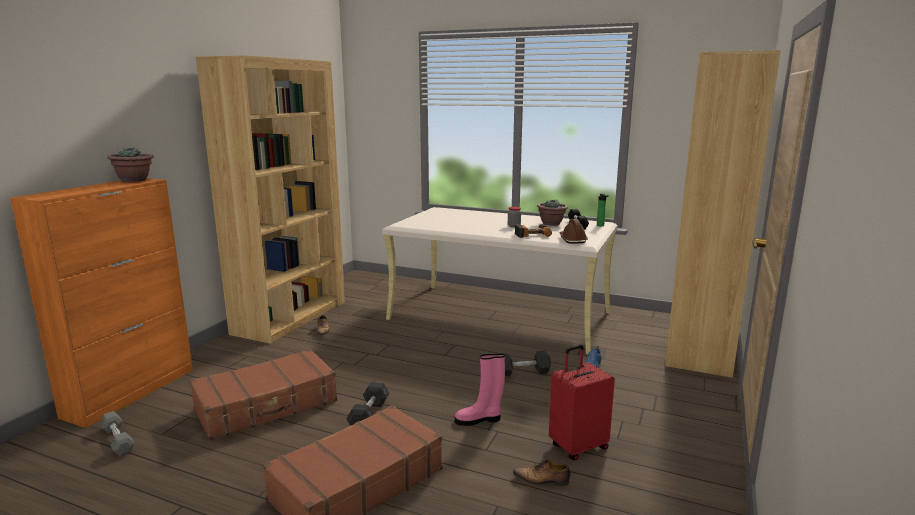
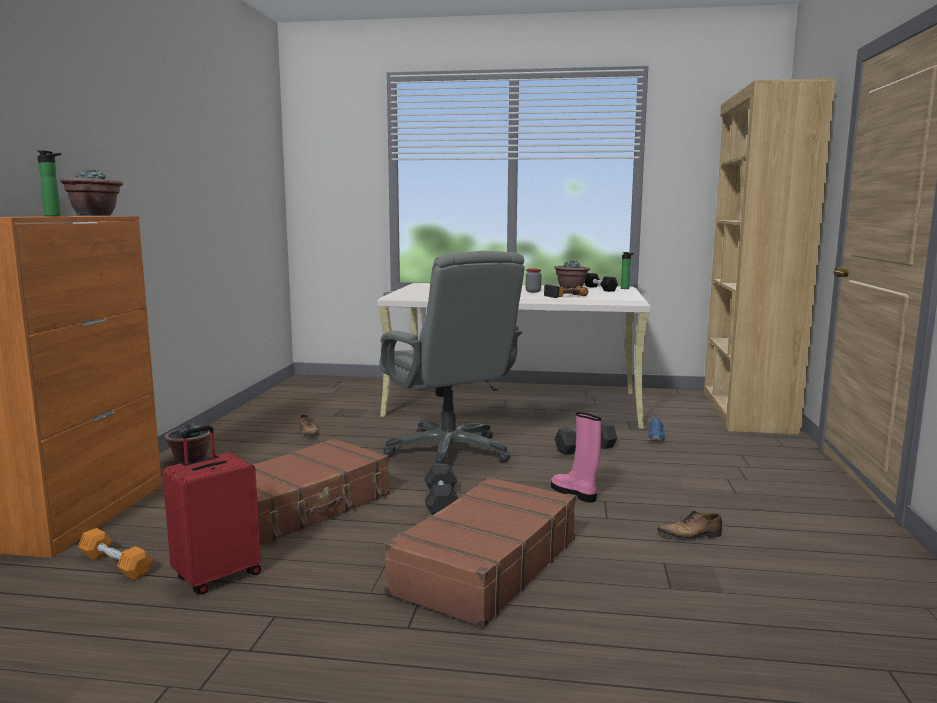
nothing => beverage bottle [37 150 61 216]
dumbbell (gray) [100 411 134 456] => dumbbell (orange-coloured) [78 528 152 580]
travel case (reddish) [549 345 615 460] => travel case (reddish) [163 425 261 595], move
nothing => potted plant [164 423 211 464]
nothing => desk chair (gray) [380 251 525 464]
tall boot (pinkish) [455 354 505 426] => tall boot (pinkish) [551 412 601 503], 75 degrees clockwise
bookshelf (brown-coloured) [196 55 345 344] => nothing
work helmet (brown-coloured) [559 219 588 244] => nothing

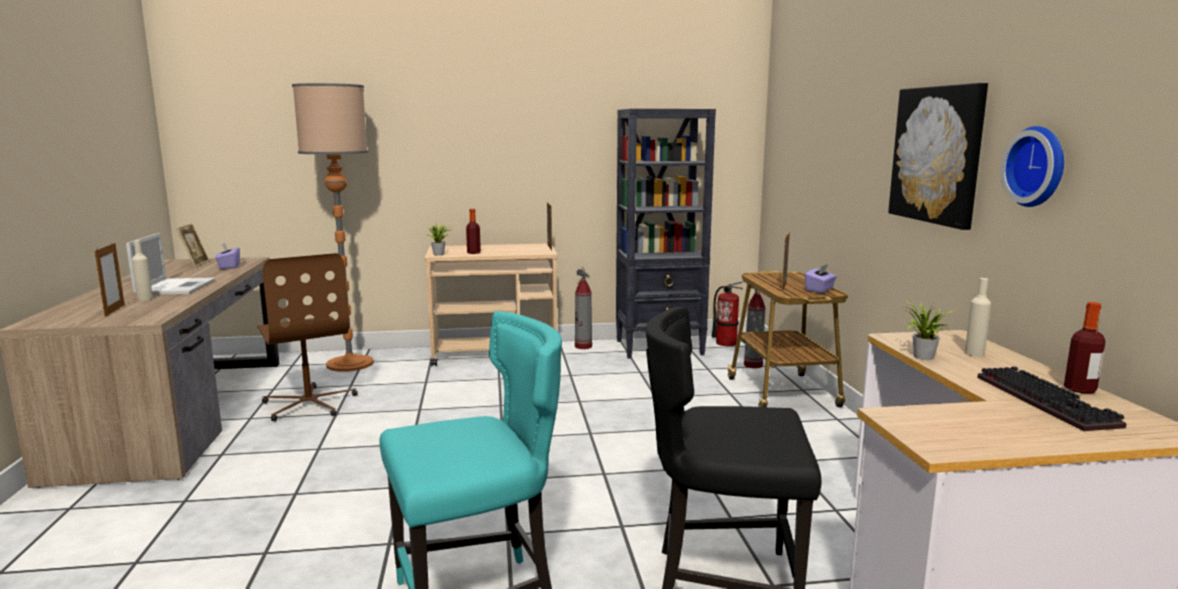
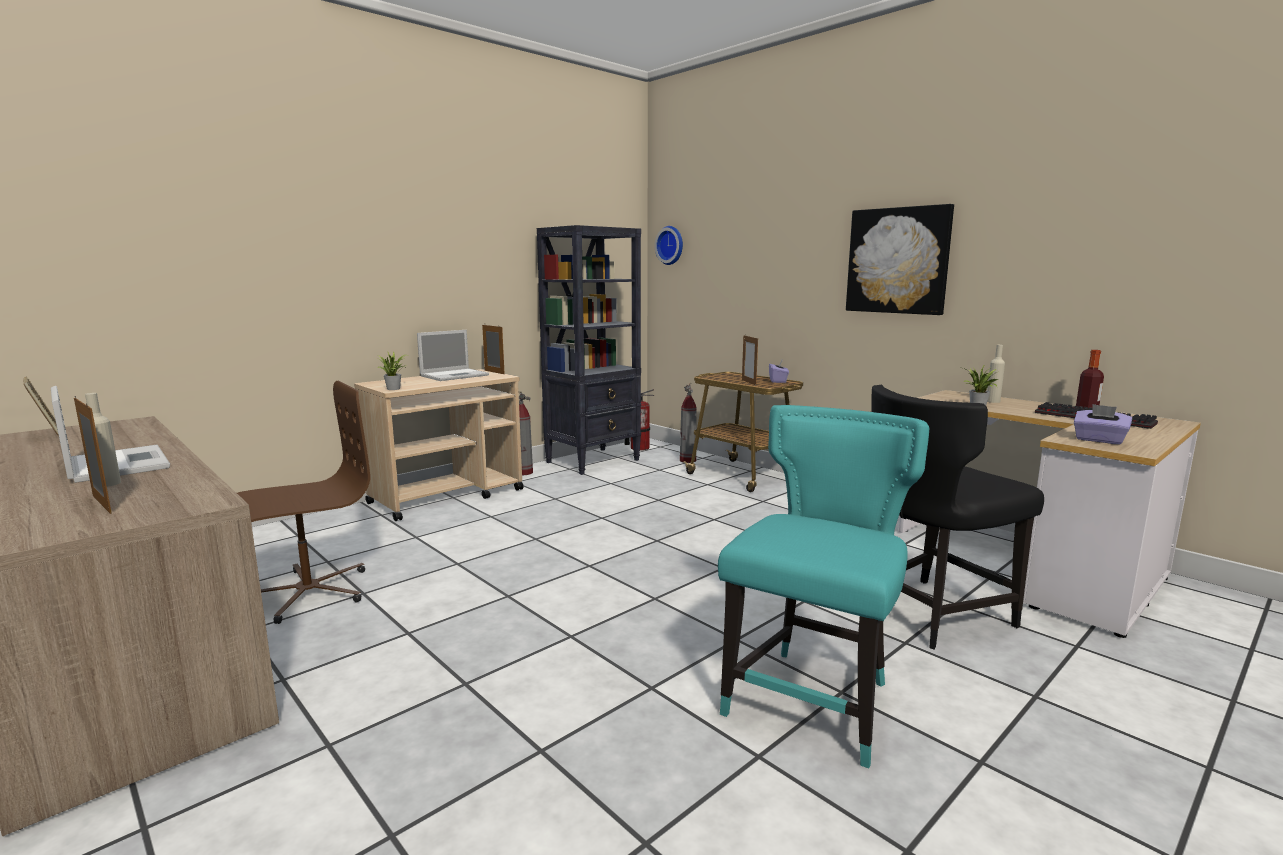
desk chair (brown-coloured) [257 253 358 421] => desk chair (brown-coloured) [237 381 370 624], 60 degrees counterclockwise
nothing => notebook computer [417 330 489 381]
wall clock [1000 126 1064 207] => wall clock [655 226 683 265], move
tissue holder (purple) [215 242 240 269] => tissue holder (purple) [1074 404 1132 445], move
floor lamp [292 83 374 372] => nothing
beverage bottle [466 209 481 254] => nothing

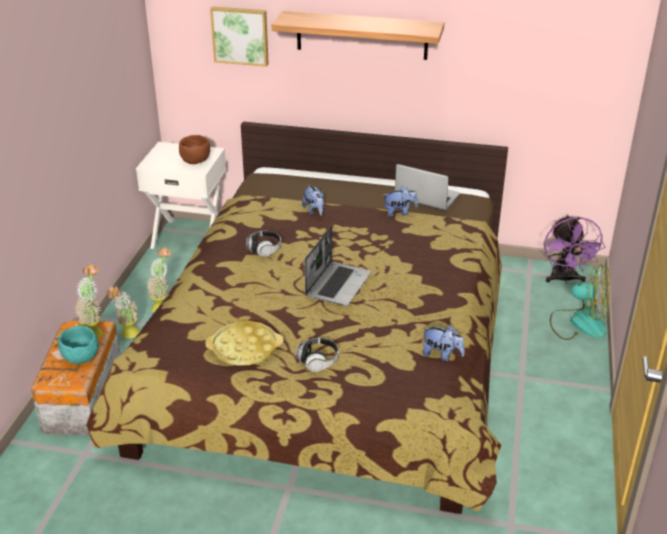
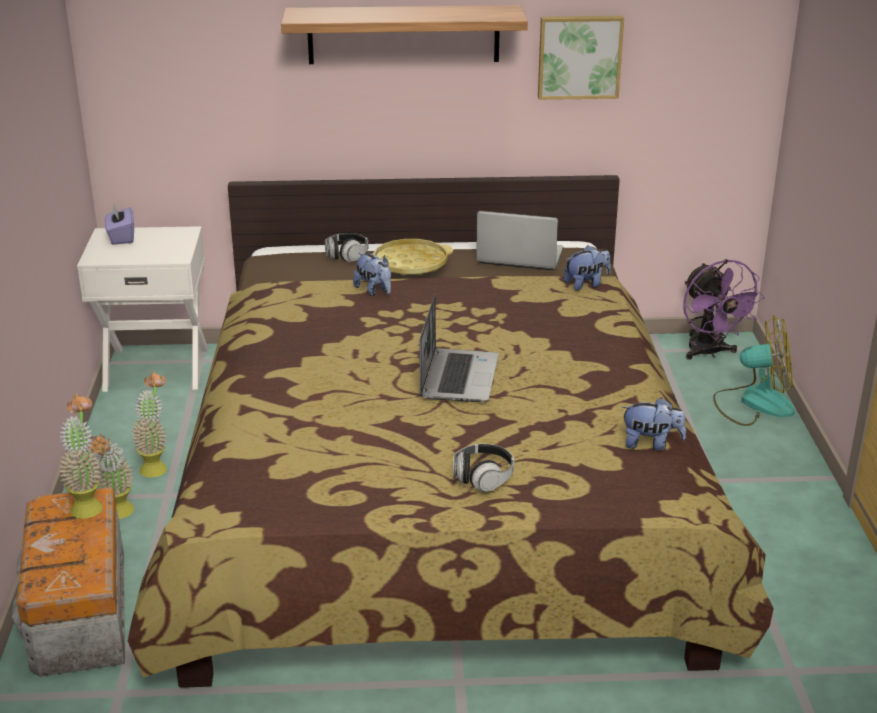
nothing => tissue holder (purple) [105 203 134 245]
headphones [246 231 281 257] => headphones [325 233 368 262], move
serving tray (yellow-coloured) [205 321 284 366] => serving tray (yellow-coloured) [373 239 453 275], move
wall picture [210 6 269 67] => wall picture [538 16 624 100], move
plush toy [384 186 418 217] => plush toy [564 245 611 291], move
deep dish (blue-green) [58 326 99 364] => nothing
deep dish (brown-coloured) [179 135 210 164] => nothing

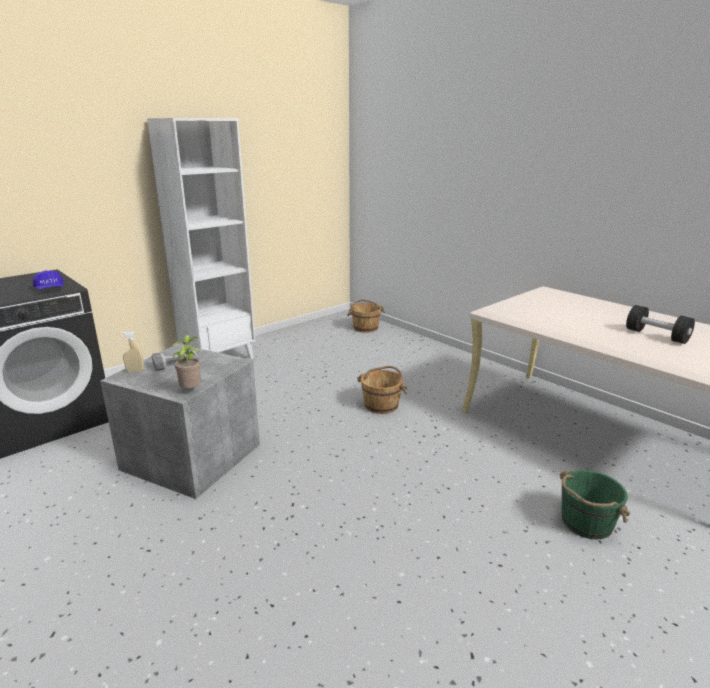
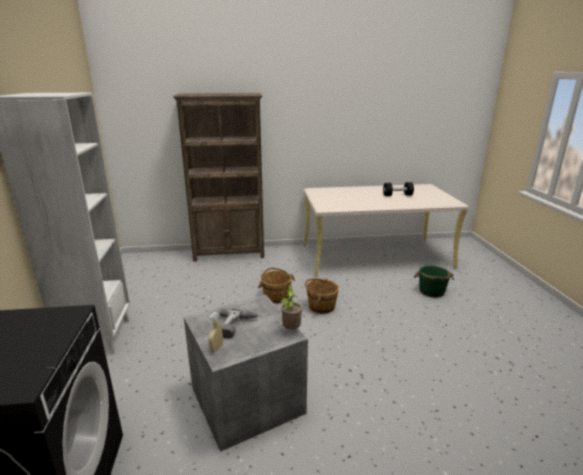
nothing => bookshelf (brown-coloured) [173 93 264 262]
pail (brown-coloured) [347 299 385 333] => pail (brown-coloured) [305 278 339 314], move
baseball cap (blue-coloured) [33 270 64 290] => nothing

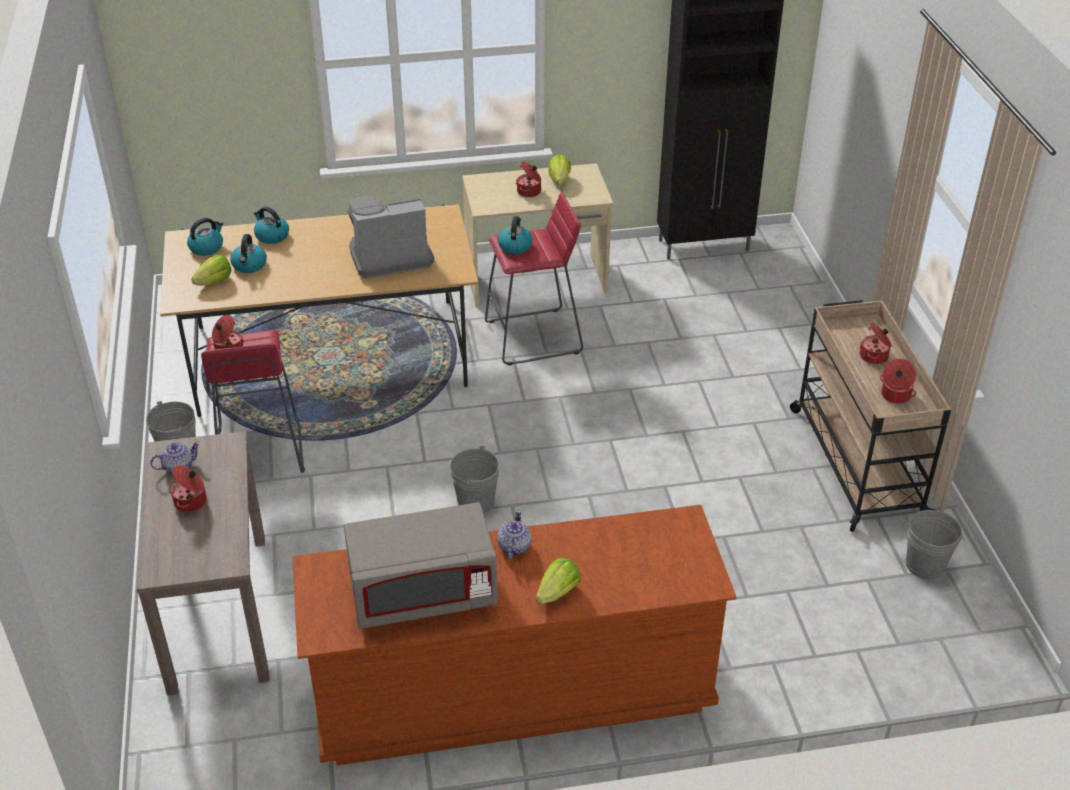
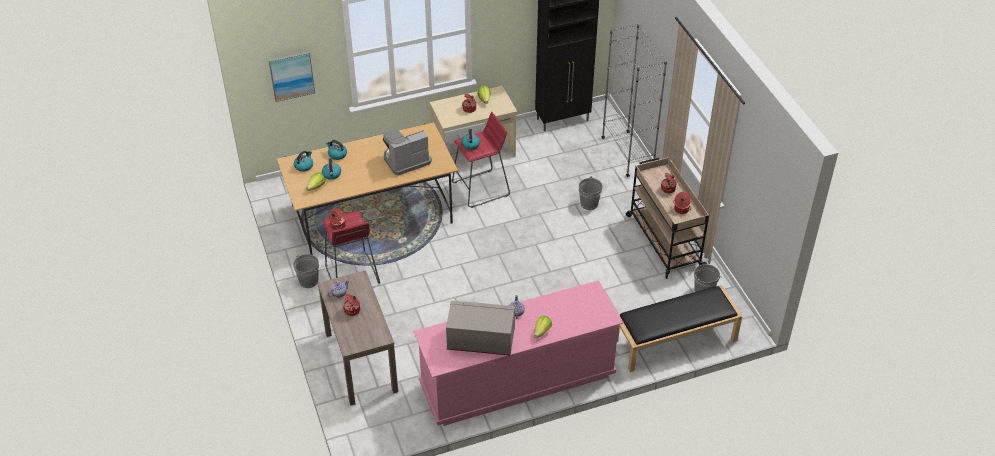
nothing => wall picture [269 51 315 102]
dresser (brown-coloured) [292 505 737 766] => dresser (pinkish) [413 280 623 426]
microwave oven (gray) [344 502 498 629] => microwave oven (gray) [446 301 515 355], 150 degrees counterclockwise
pail (gray) [450 446 500 513] => pail (gray) [579 176 603 210], move
nothing => bookshelf (gray) [602 23 667 177]
nothing => long seat (black) [617 285 742 372]

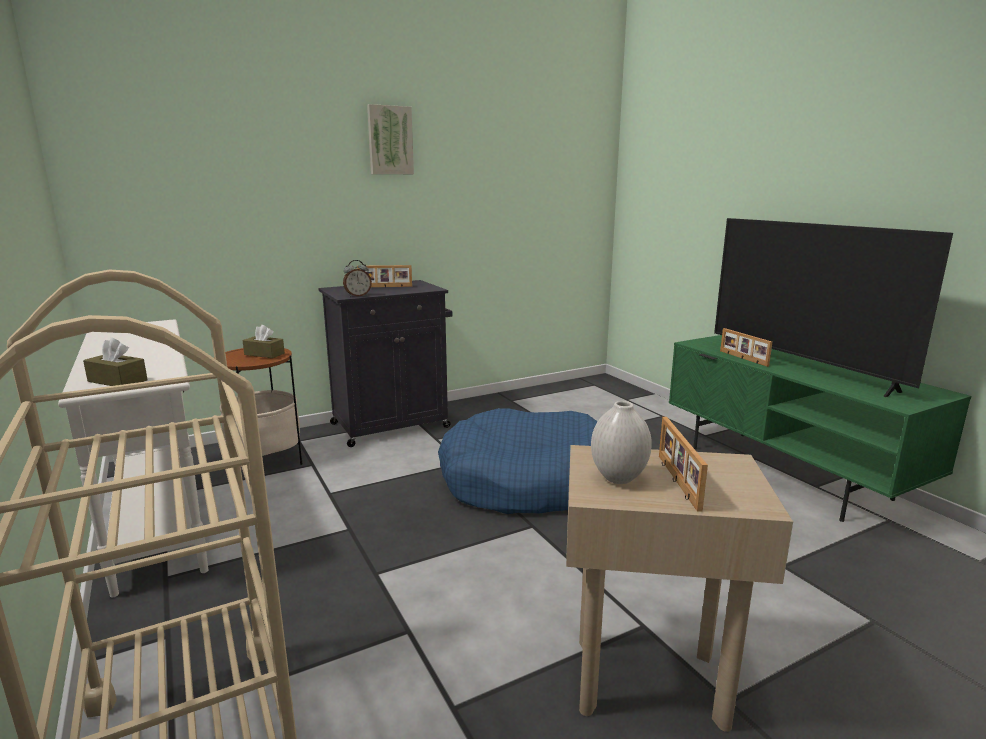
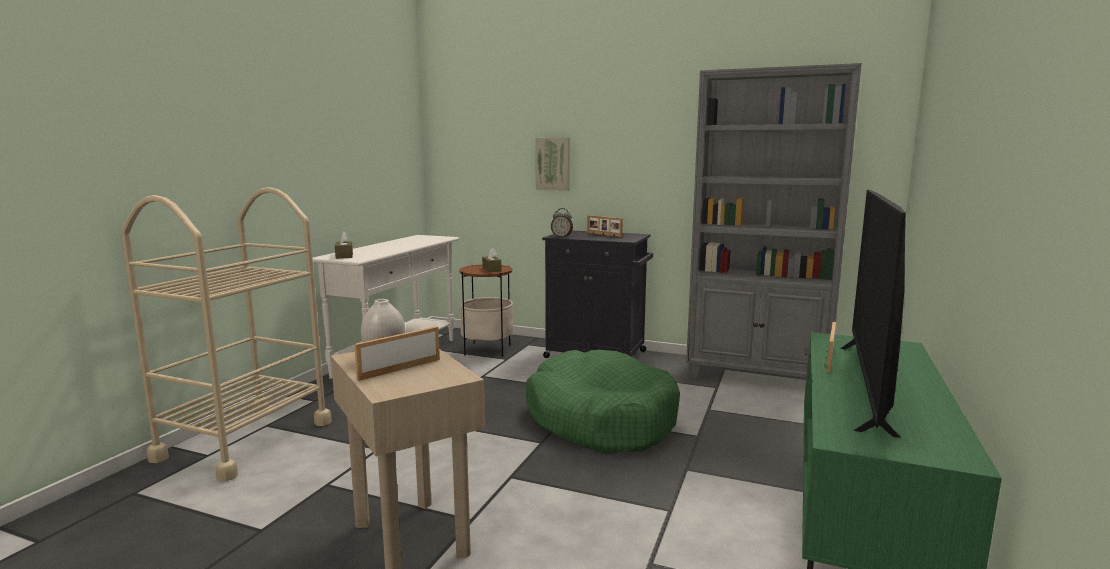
dog cushion (blue-coloured) [438 408 598 514] => dog cushion (greenish) [526 350 680 453]
wall picture [367 104 414 174] => wall picture [535 138 570 191], move
nothing => bookshelf (gray) [686 63 862 379]

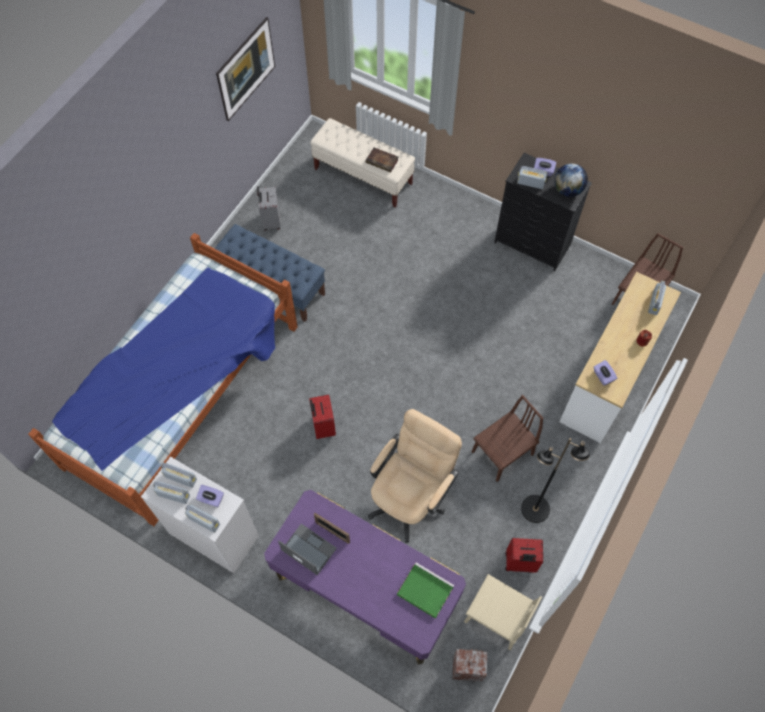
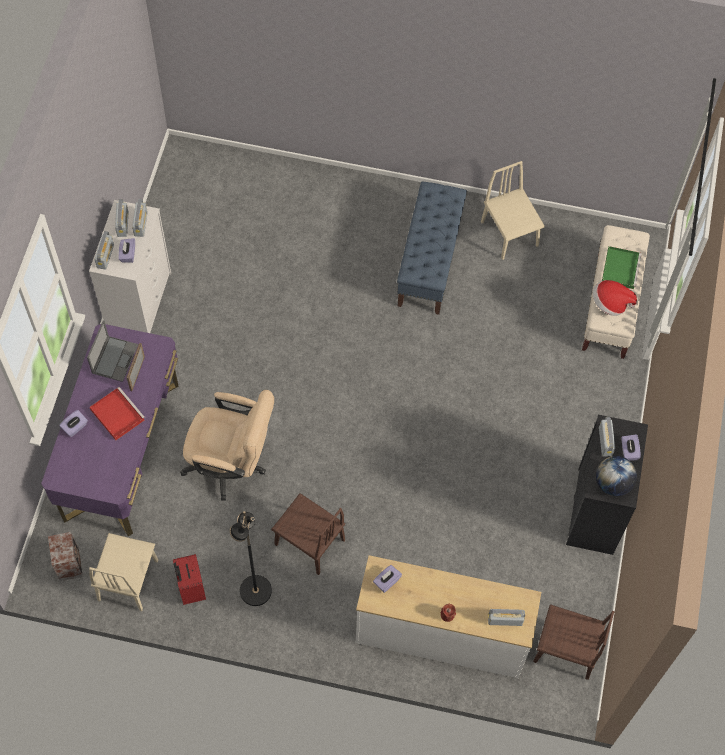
nothing => tissue holder (purple) [59 410 88 437]
nothing => serving tray (reddish) [90 387 145 440]
travel case (gray) [257 186 281 230] => upright chair (sand-coloured) [481 161 545 260]
book [366 147 399 172] => wearable hat [593 280 637 316]
serving tray (greenish) [397 563 454 619] => serving tray (greenish) [602 246 642 289], move
sleeping bed [28 233 298 526] => nothing
wall picture [216 17 275 121] => nothing
travel case (reddish) [309 395 336 439] => nothing

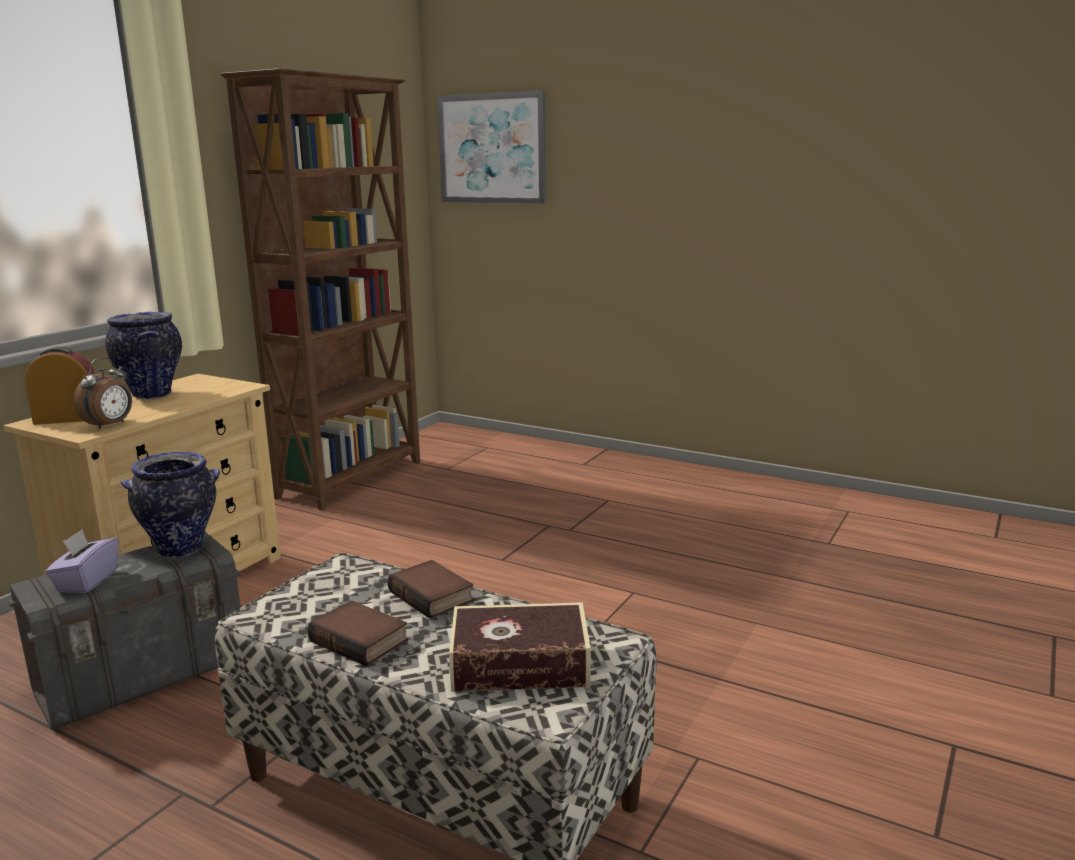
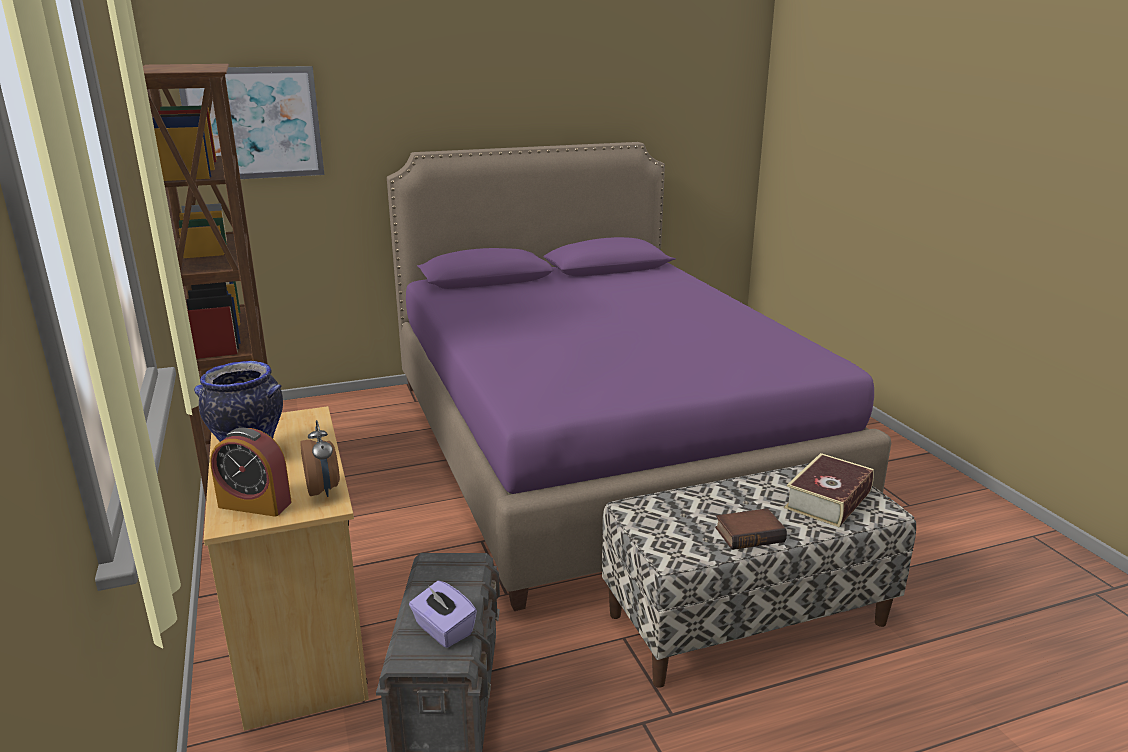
alarm clock [25 346 95 425] => alarm clock [210 428 292 517], 105 degrees counterclockwise
nothing => sleeping bed (purple) [387 142 891 611]
decorative vase [121 452 220 558] => nothing
book [388 560 474 619] => nothing

